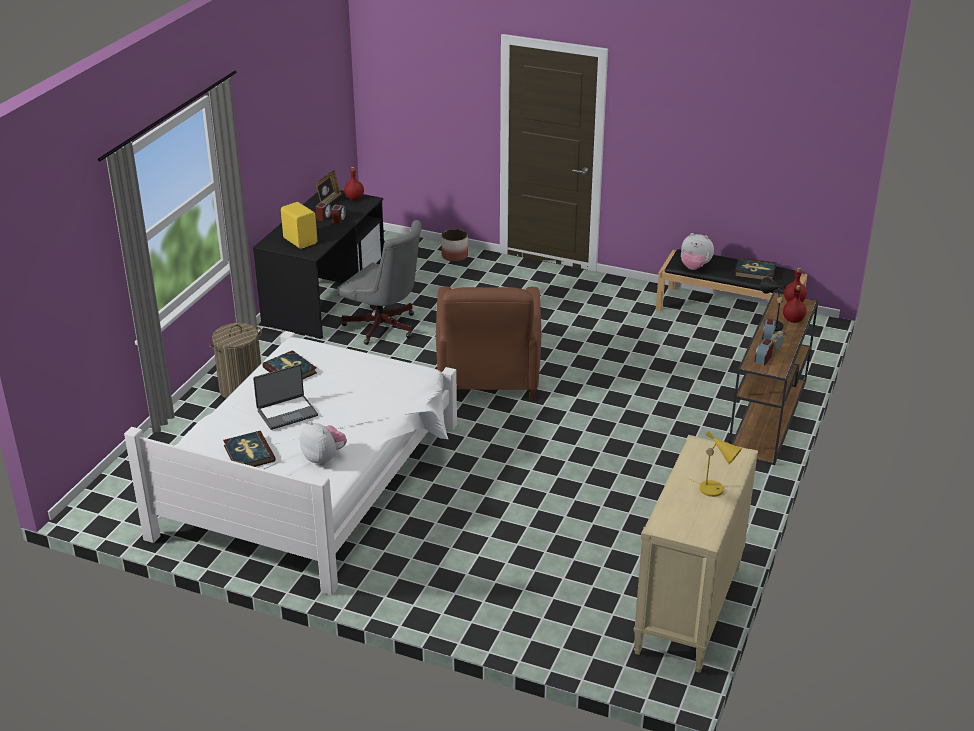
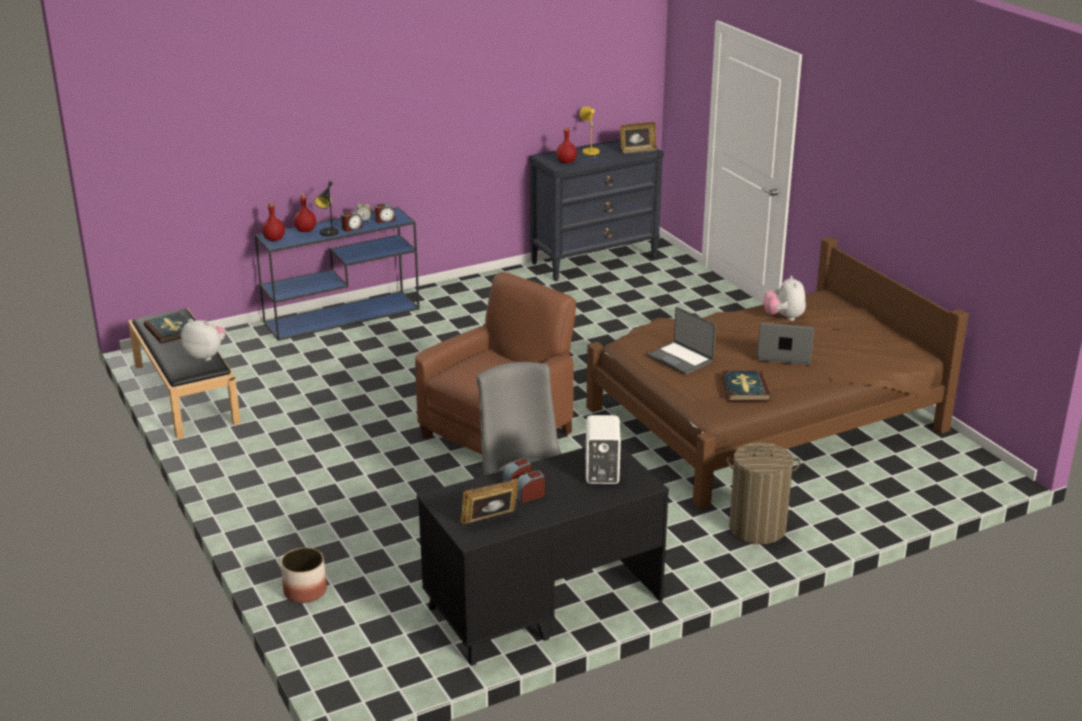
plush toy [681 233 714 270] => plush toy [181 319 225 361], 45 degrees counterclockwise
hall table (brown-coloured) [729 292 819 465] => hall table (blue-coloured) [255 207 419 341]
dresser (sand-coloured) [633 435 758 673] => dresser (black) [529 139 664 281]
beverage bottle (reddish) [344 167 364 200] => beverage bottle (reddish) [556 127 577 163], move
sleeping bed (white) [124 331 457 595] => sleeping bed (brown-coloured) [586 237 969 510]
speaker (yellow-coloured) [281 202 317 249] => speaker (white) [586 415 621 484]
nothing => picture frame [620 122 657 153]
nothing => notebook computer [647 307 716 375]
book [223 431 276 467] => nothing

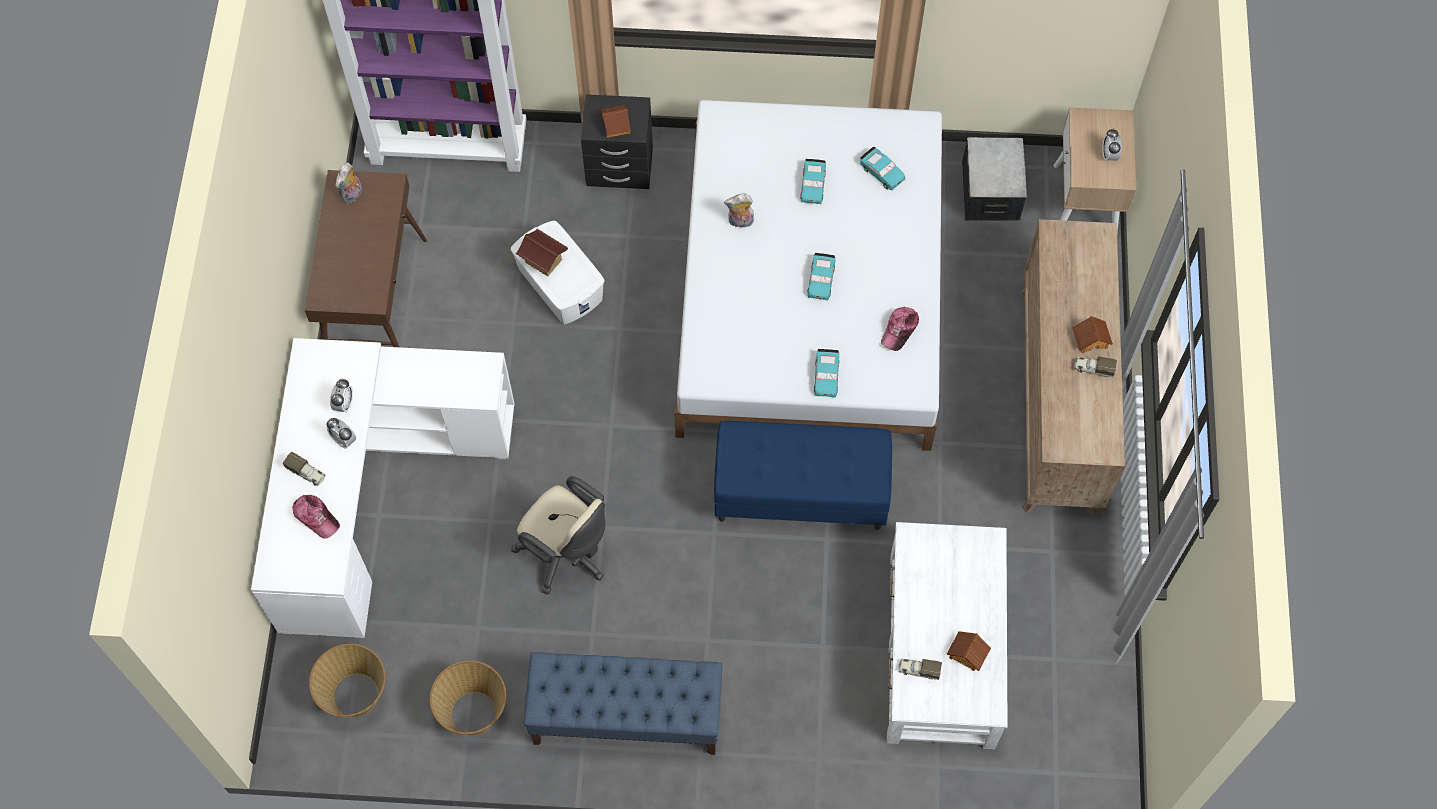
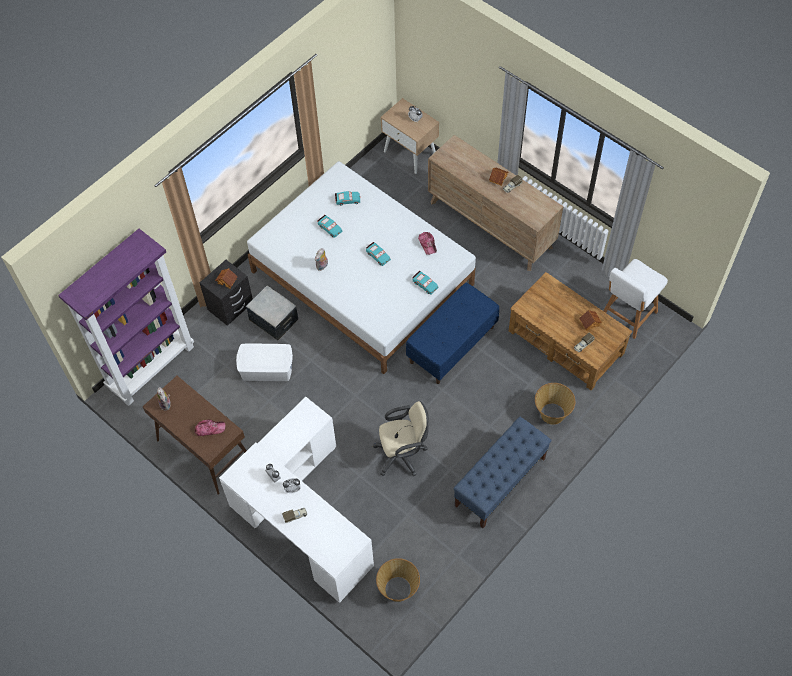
baseball cap [292 495 340 538] => baseball cap [195 419 226 436], move
storage container [962 137 1027 221] => storage container [246 286 298 341], move
lounge table (white) [887 522 1008 749] => lounge table (brown-coloured) [509 272 633 390]
basket [430 660 506 736] => basket [535 383 575 425], move
nothing => upright chair (white) [603 259 668 339]
toy house [516 229 568 276] => nothing

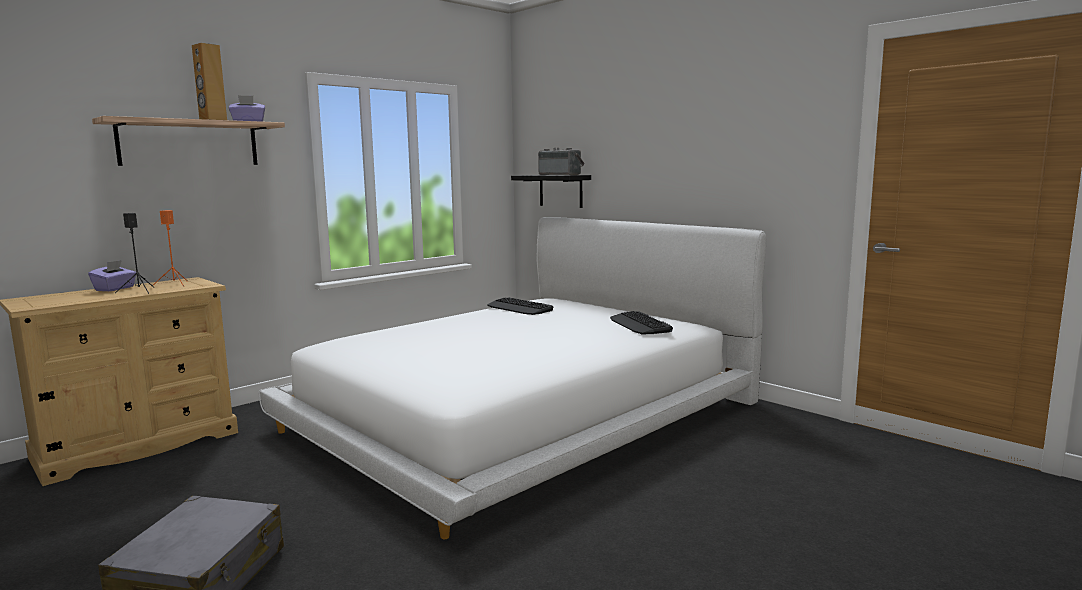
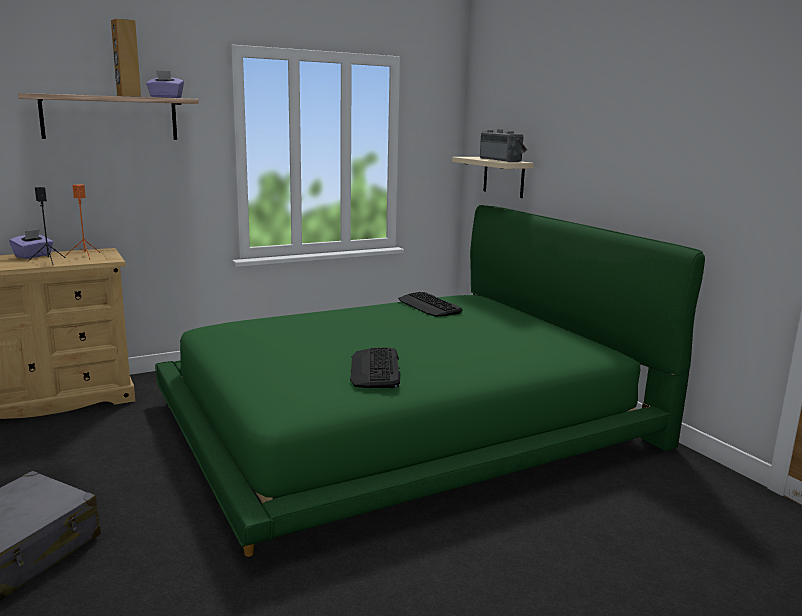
sleeping bed (white) [258 217 766 539] => sleeping bed (greenish) [155 205 705 557]
keyboard [610 311 673 334] => keyboard [350 347 401 388], move
shelf (black) [511 175 591 208] => shelf (sand-coloured) [452 157 534 198]

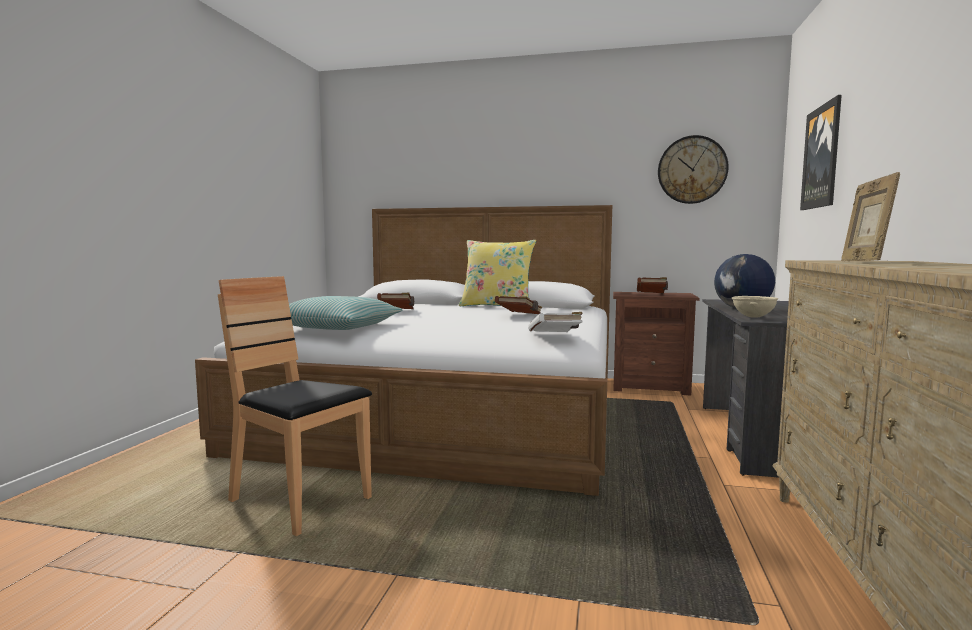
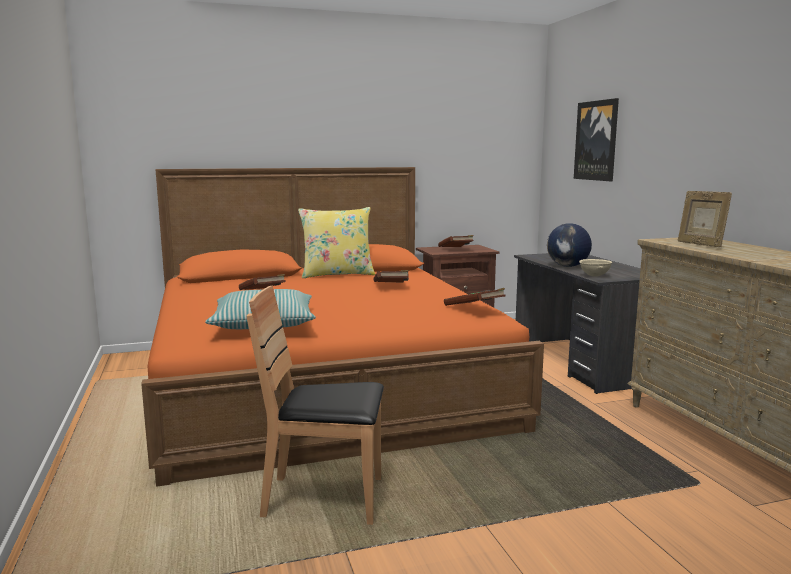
sleeping bed (white) [195 205 612 496] => sleeping bed (orange-coloured) [141 167 544 487]
book (white) [528 312 583 332] => book (brown-coloured) [444 288 506 306]
wall clock [658 135 729 204] => nothing

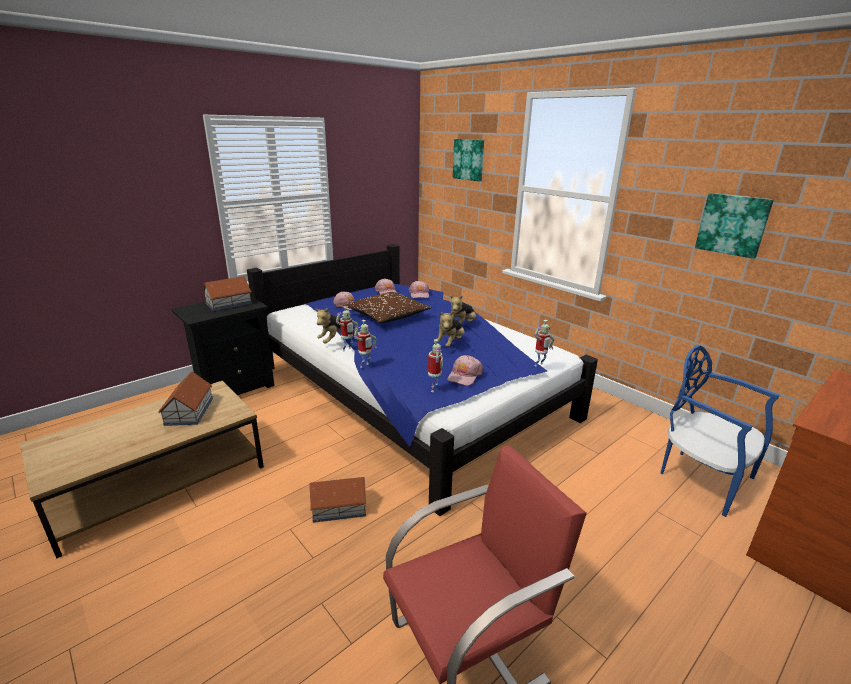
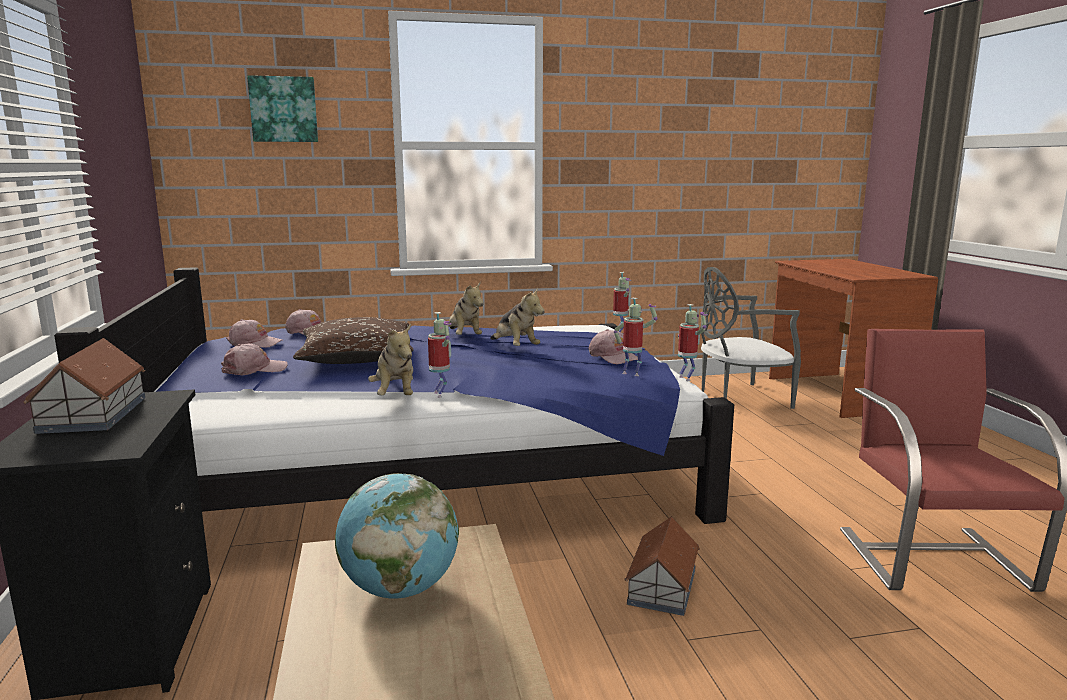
toy house [158 372 213 426] => globe [335 473 459 599]
model robot [354 320 377 368] => model robot [678 304 708 381], move
upright chair (blue-coloured) [661 345 779 517] => upright chair (gray) [700 267 801 409]
wall picture [695 193 774 259] => nothing

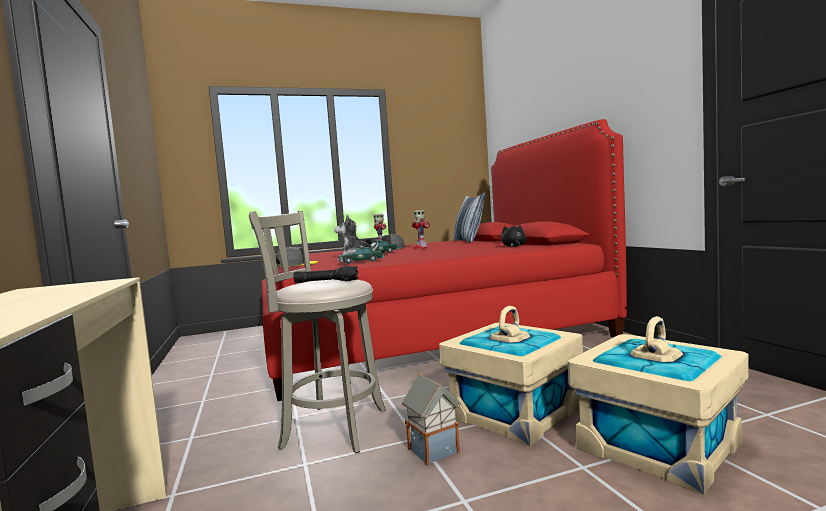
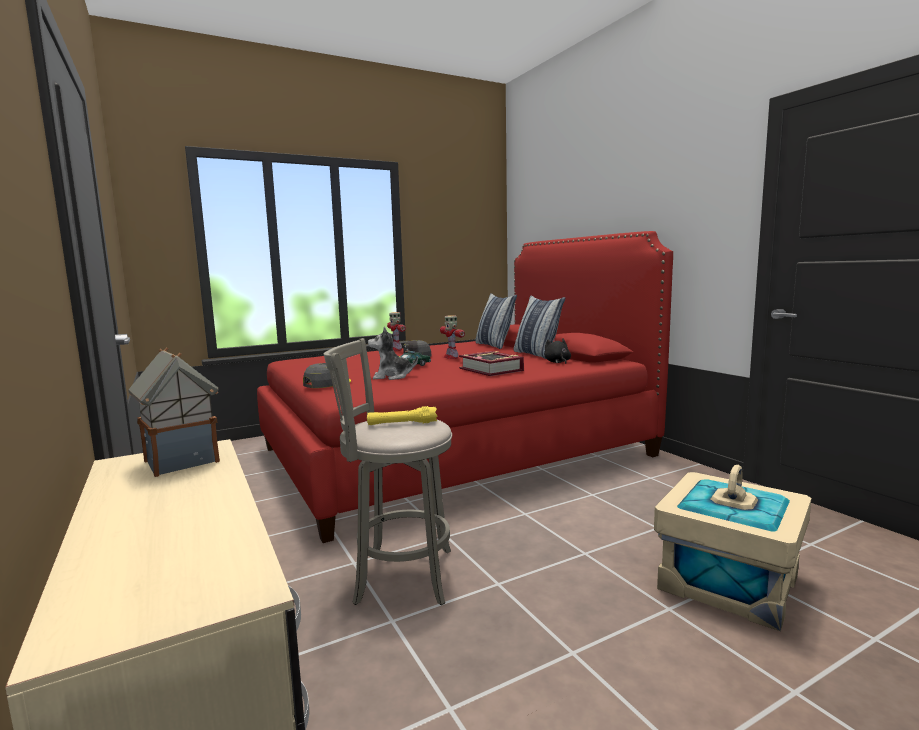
toy house [402 372 461 465] => toy house [128 347 220 477], move
hand torch (black) [293 266 358 283] => hand torch (yellow-coloured) [367 406 437 425]
nothing => book [459 351 524 376]
nothing => pillow [514 296 566 359]
model car [338 246 384 264] => nothing
storage container (sand-coloured) [439 306 583 446] => nothing

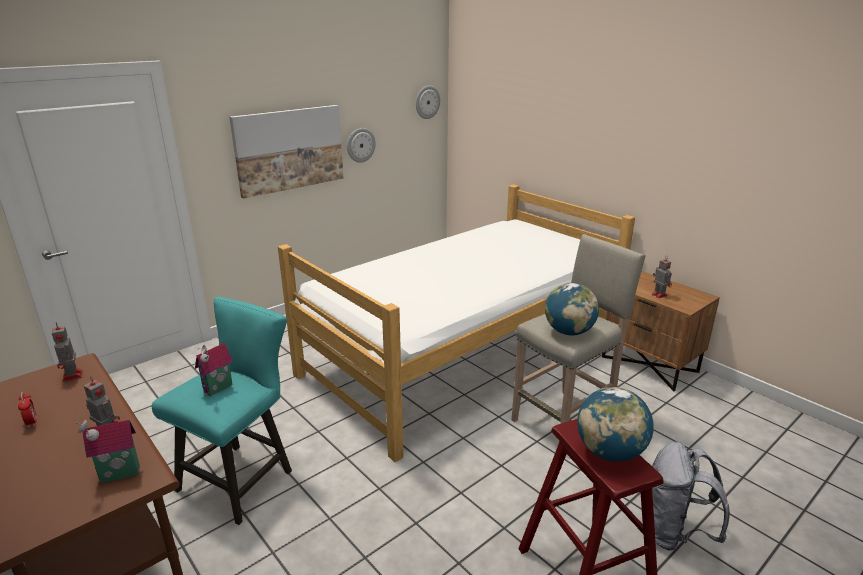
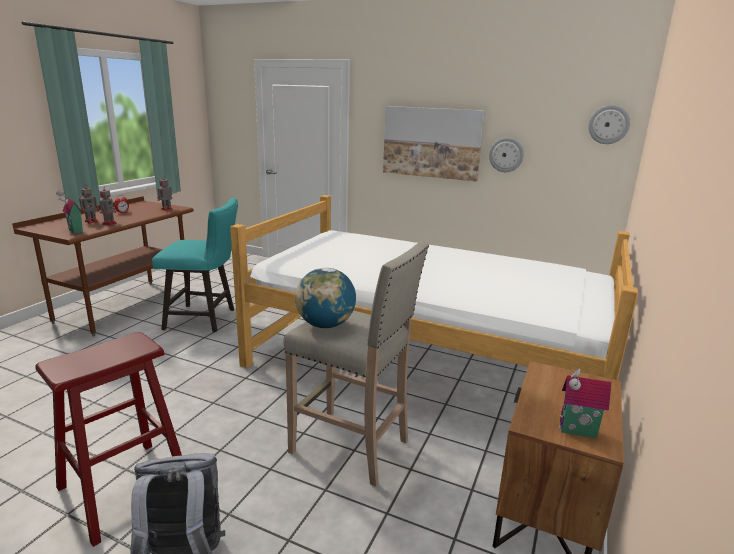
model robot [651 256 672 298] => model robot [79 185 99 224], move
toy house [195 343 233 396] => toy house [558 367 611 439], move
globe [577 387 654 462] => nothing

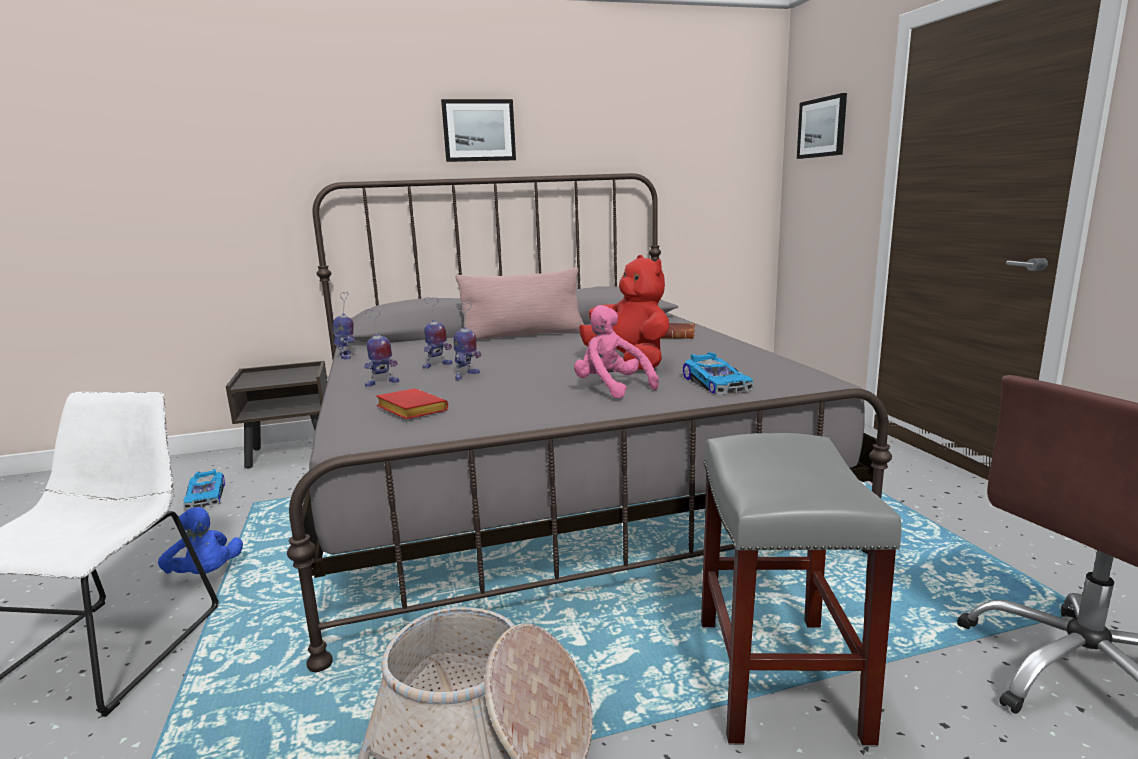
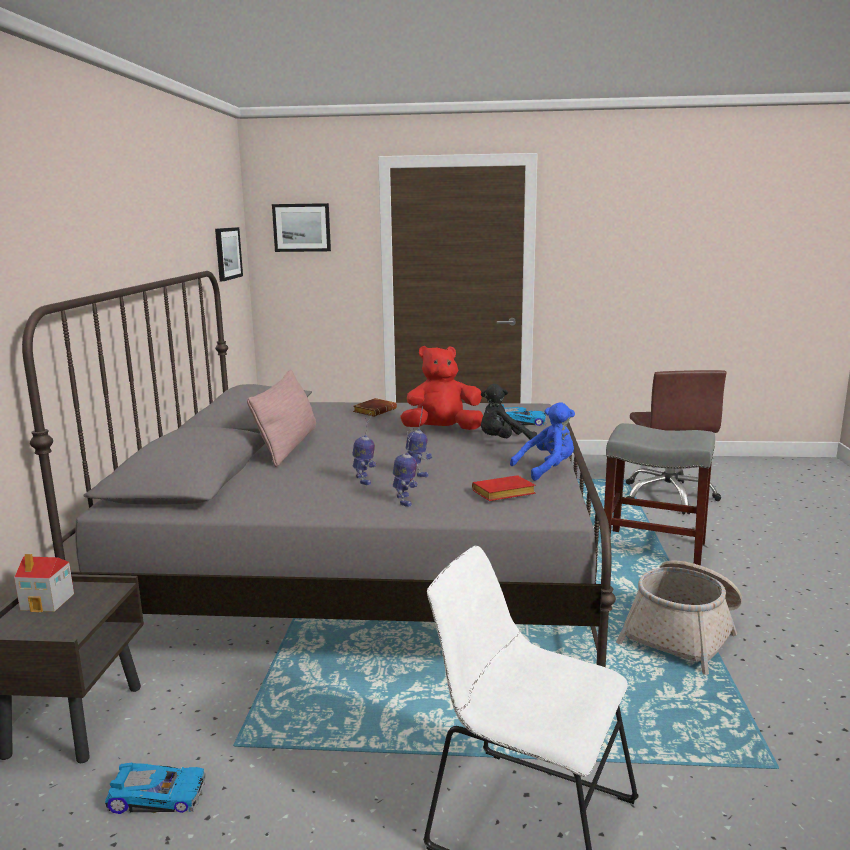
nothing => toy house [14 554 74 612]
wall picture [441 99 516 162] => wall picture [215 227 243 281], move
plush toy (pinkish) [574 305 659 398] => plush toy (black) [481 384 537 440]
plush toy (blue-coloured) [158 507 243 574] => plush toy (blue-coloured) [510 402 575 481], move
model robot [333 292 355 360] => nothing

